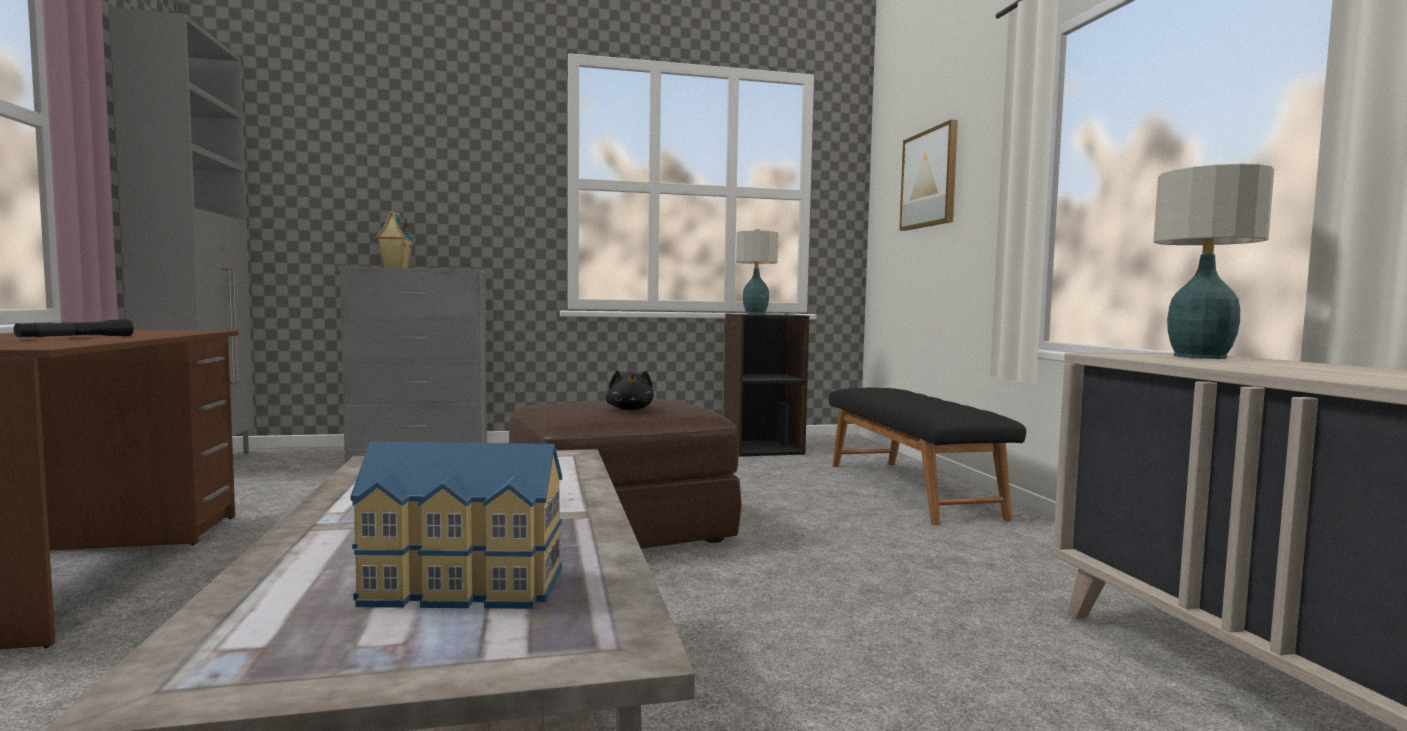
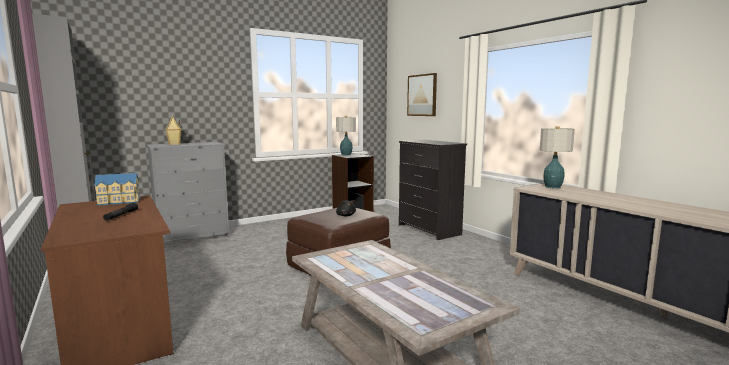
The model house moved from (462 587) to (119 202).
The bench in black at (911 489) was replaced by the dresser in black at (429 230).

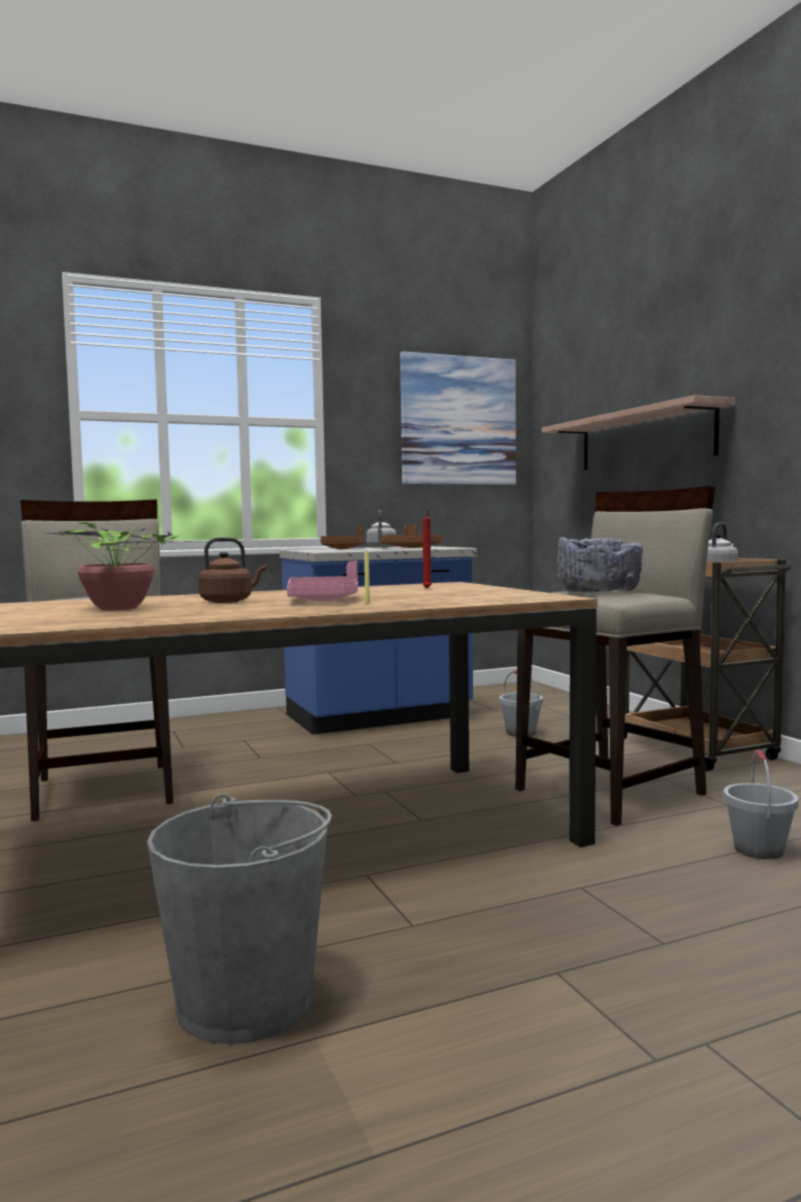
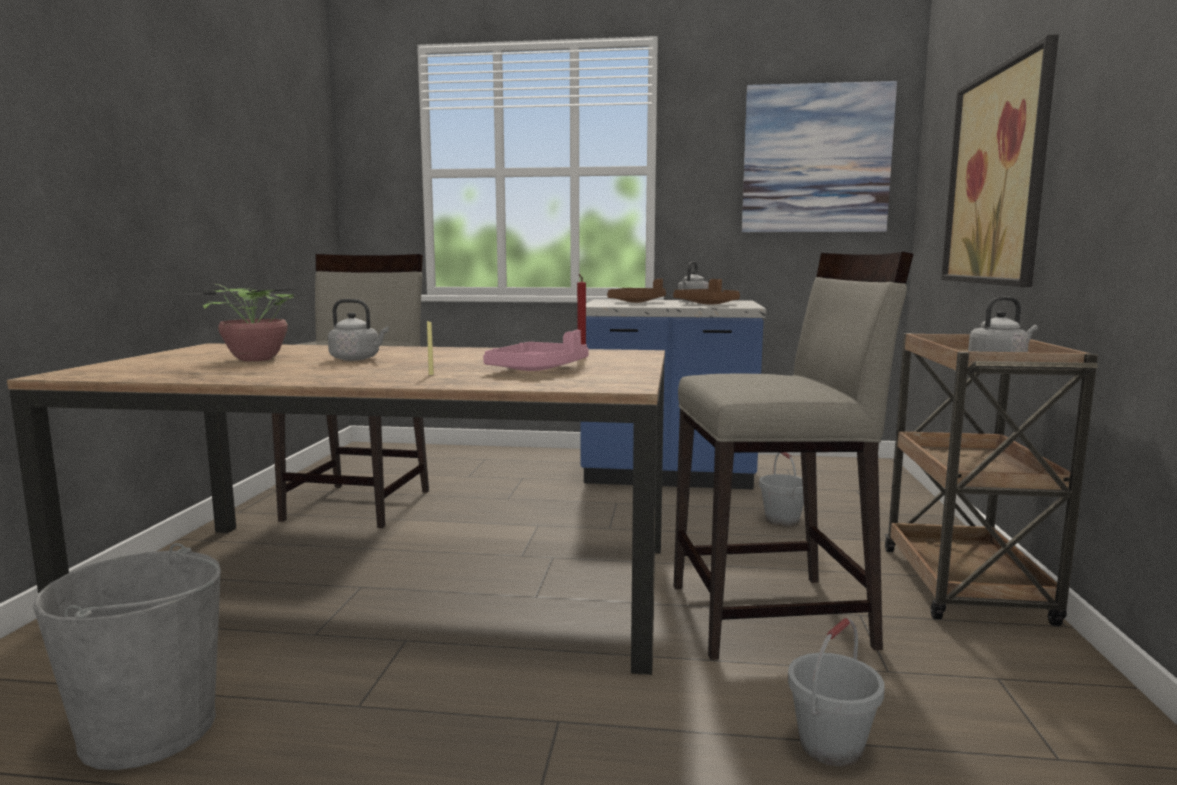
The kettle in brownish at (229 601) became the kettle in gray at (357 359).
The tray in pinkish moved from (323 600) to (538 369).
The shelf at (644 439) was replaced by the picture at (997 177).
The deep dish in gray at (599 591) disappeared.

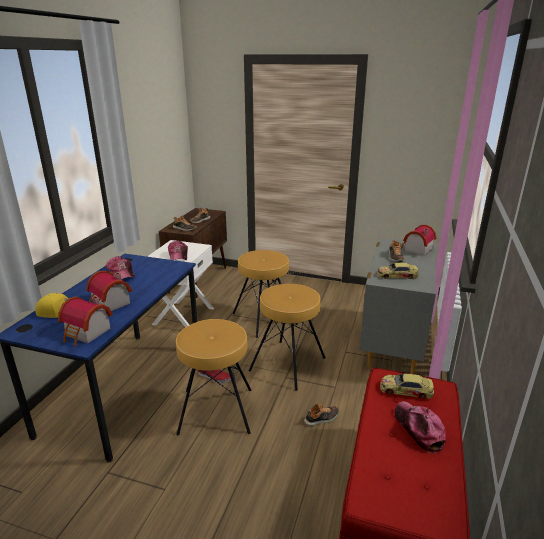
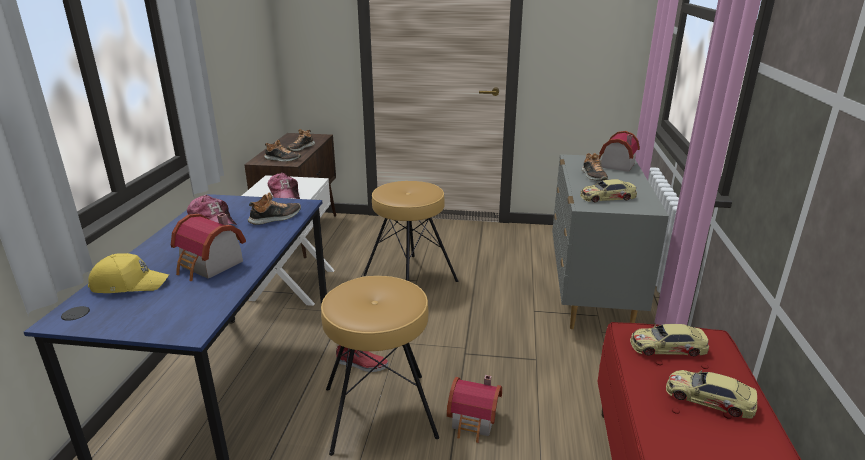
The model house moved from (87 333) to (475 421).
The sitting stool in brownish at (288 364) disappeared.
The low shoe moved from (322 418) to (275 218).
The peaked cap at (418 429) was replaced by the model car at (709 398).

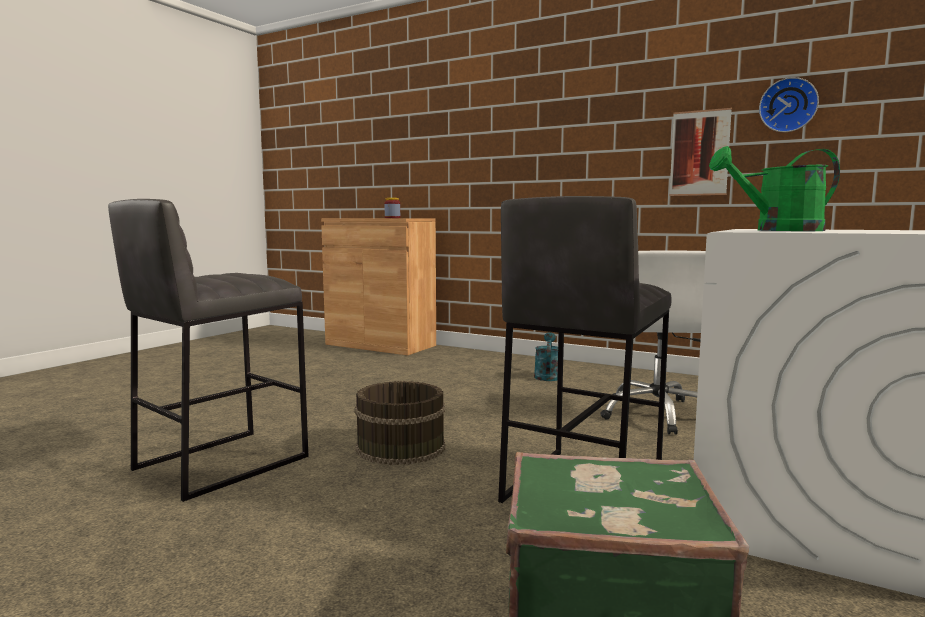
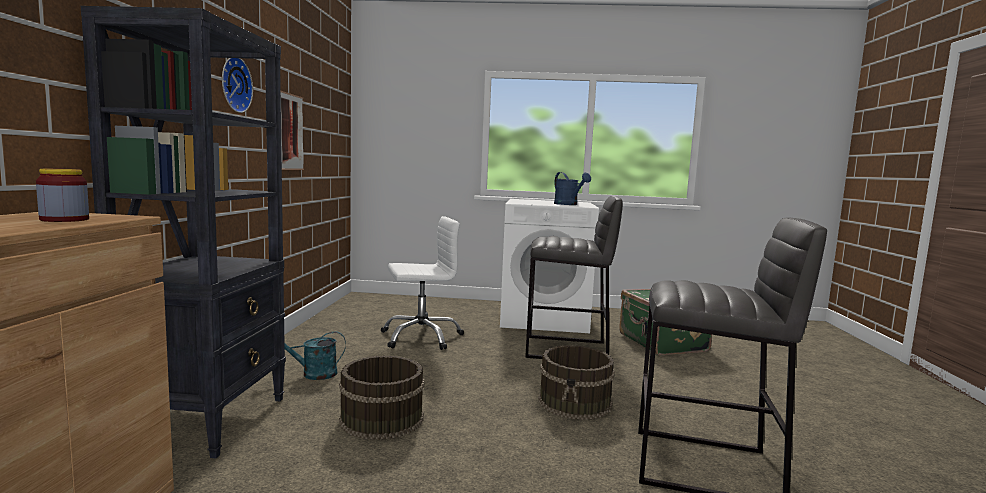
The watering pot in green-coloured at (778 230) became the watering pot in bluish at (568 204).
The hanging clock moved from (788 105) to (233 84).
The bookshelf in black at (209 421) appeared.
The water bucket in brownish at (381 419) appeared.

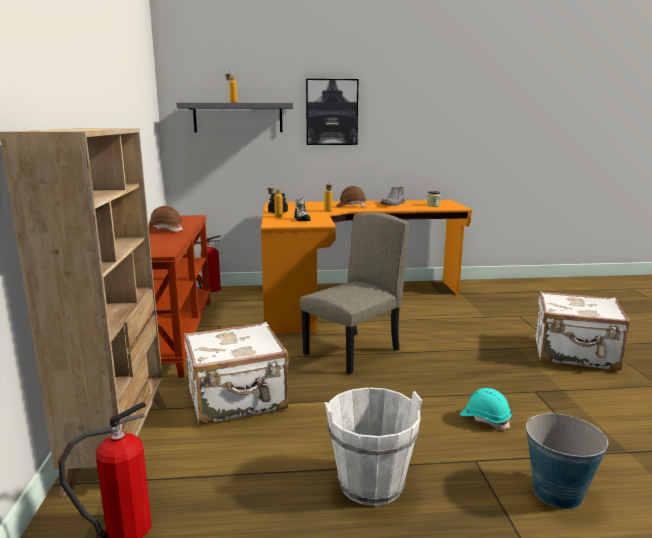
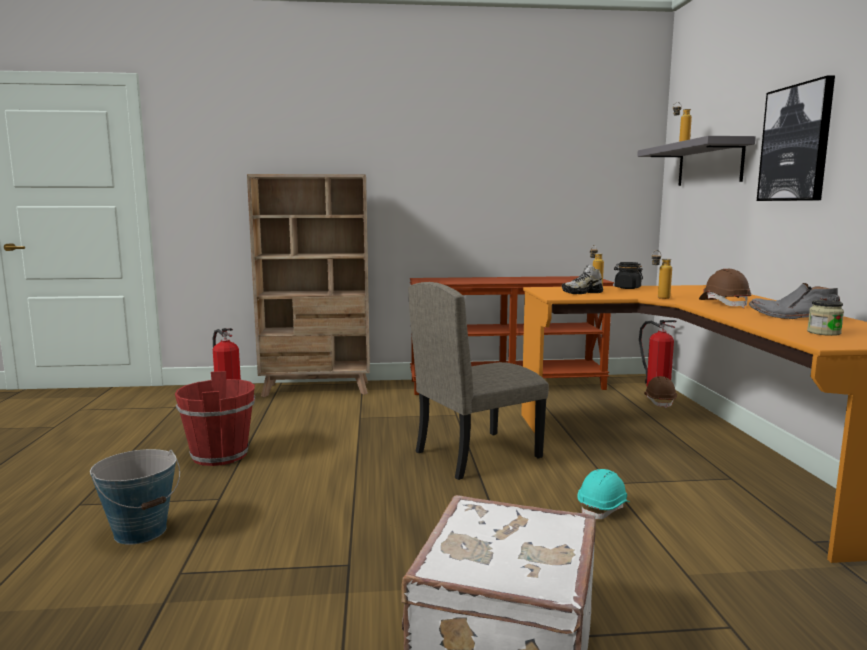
The work helmet in brownish moved from (164 230) to (659 402).
The travel case in white at (238 400) disappeared.
The chair in beige at (352 352) turned 105 degrees clockwise.
The water bucket in white at (371 483) became the water bucket in reddish at (220 455).
The work helmet in blue-green moved from (485 419) to (603 508).

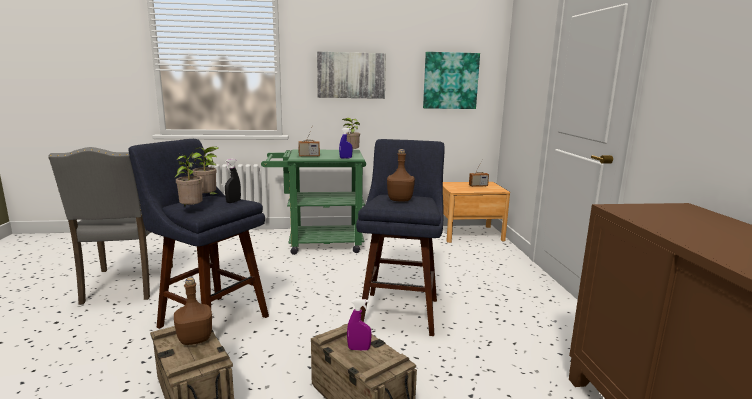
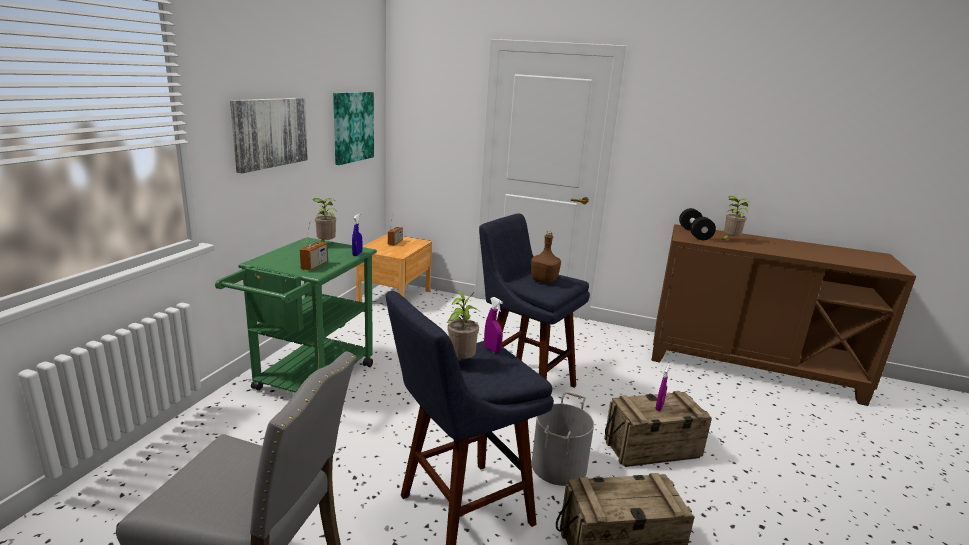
The houseplant moved from (191 210) to (729 240).
The beverage bottle in brownish at (195 339) disappeared.
The sprayer in black at (233 201) became the sprayer in purplish at (492 349).
The water bucket in gray at (559 466) appeared.
The free weight in black at (694 234) appeared.

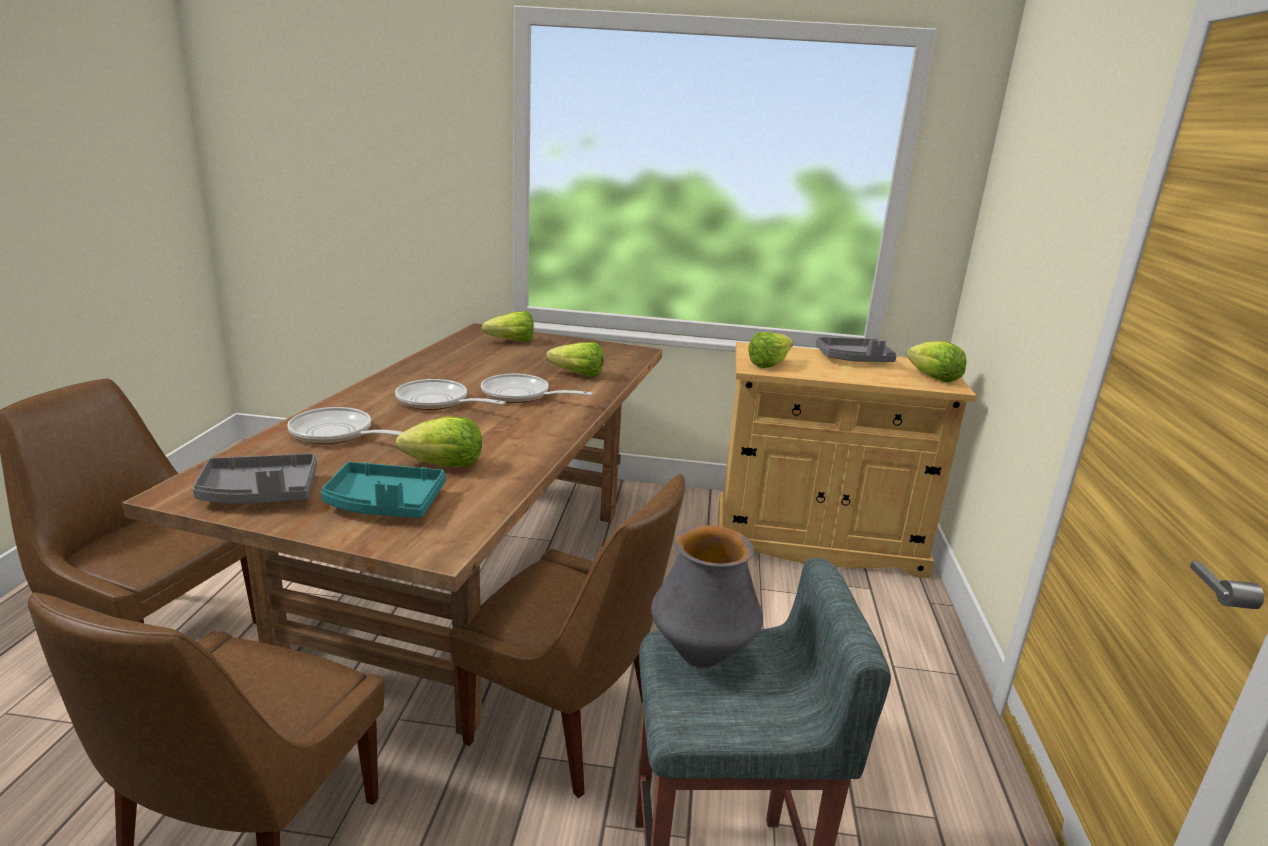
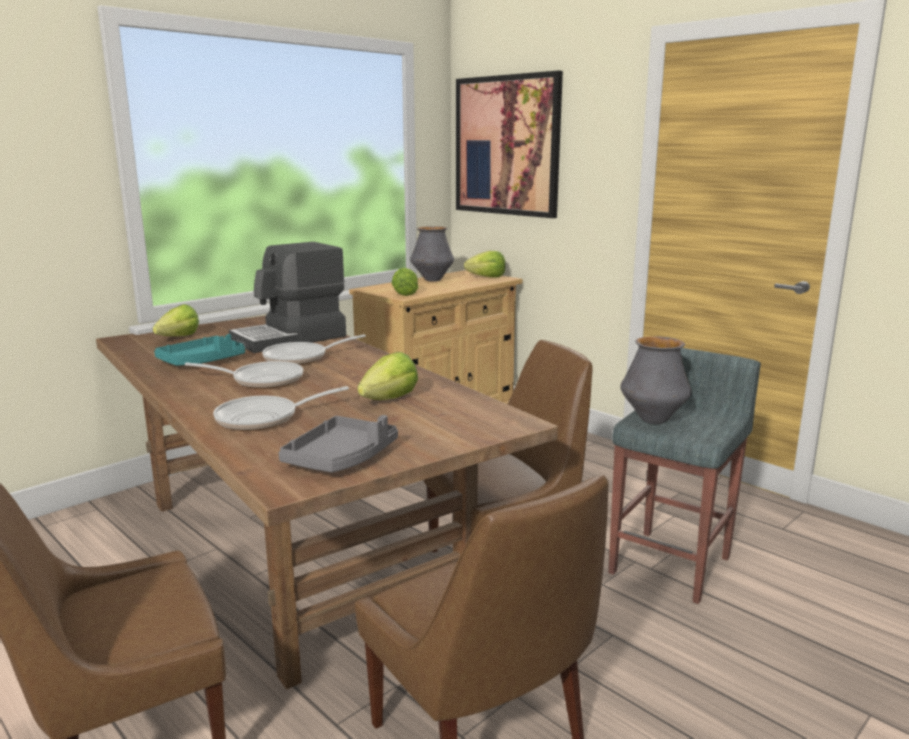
The tray in blue-green moved from (384 504) to (202 362).
The pan at (437 402) turned 150 degrees counterclockwise.
The lettuce head at (574 374) was replaced by the coffee maker at (290 338).
The tray in gray at (854 360) was replaced by the vase at (432 280).
The picture at (507 146) appeared.

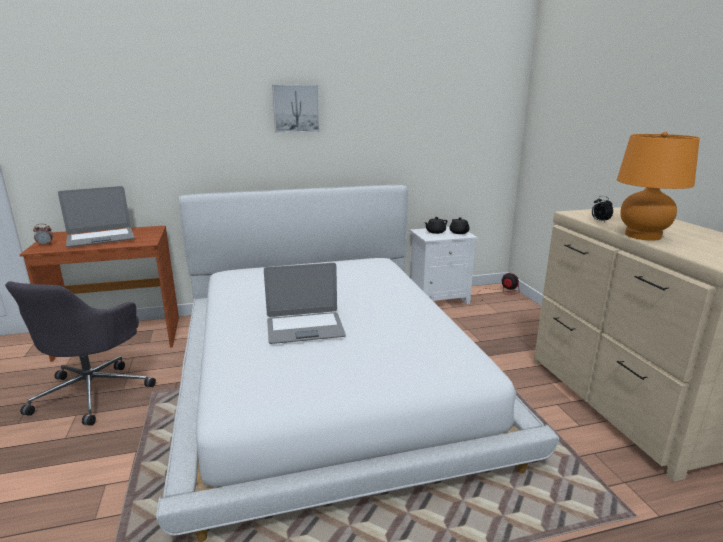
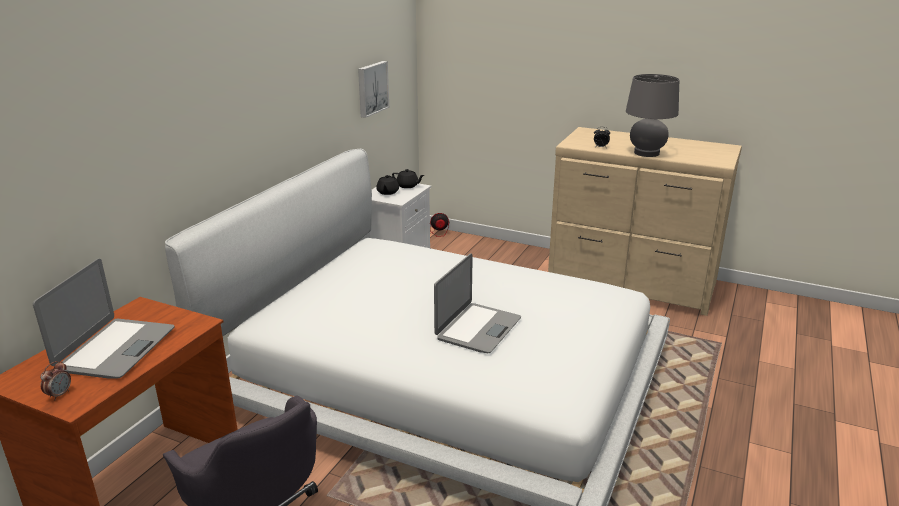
The picture moved from (296 108) to (371 88).
The table lamp in orange-coloured at (642 236) became the table lamp in gray at (646 153).

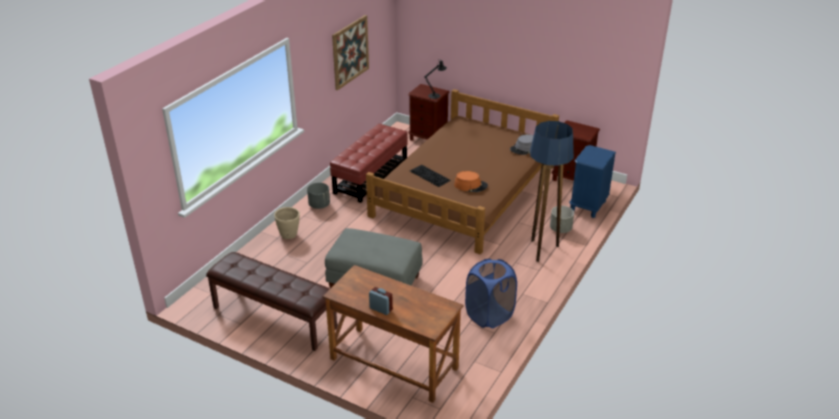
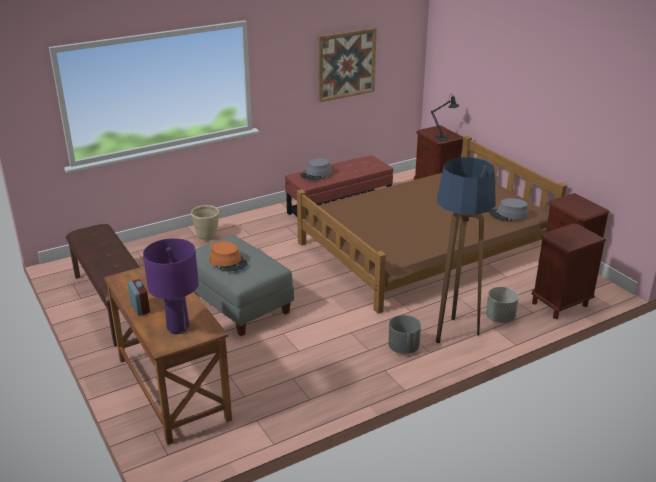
The planter in gray moved from (319 205) to (403 348).
The keyboard at (430 175) disappeared.
The hat in orange-coloured moved from (470 185) to (228 262).
The laundry basket in bluish at (489 315) disappeared.
The night table in bluish at (588 206) became the night table in brownish at (559 304).
The table lamp in purplish at (178 328) appeared.
The hat in gray at (316 174) appeared.

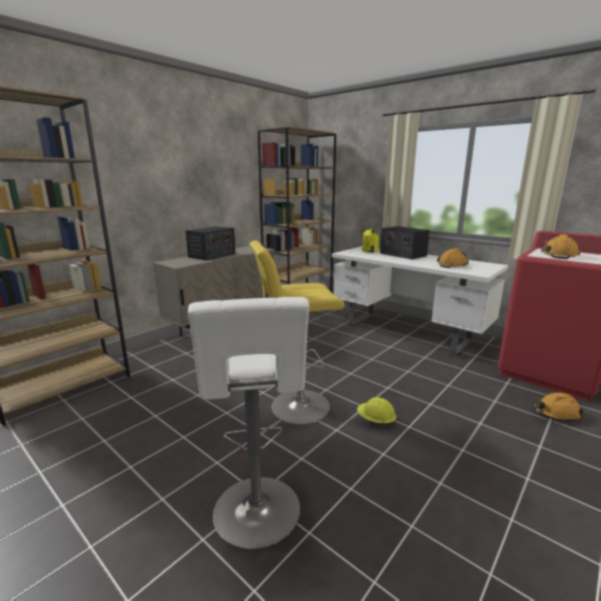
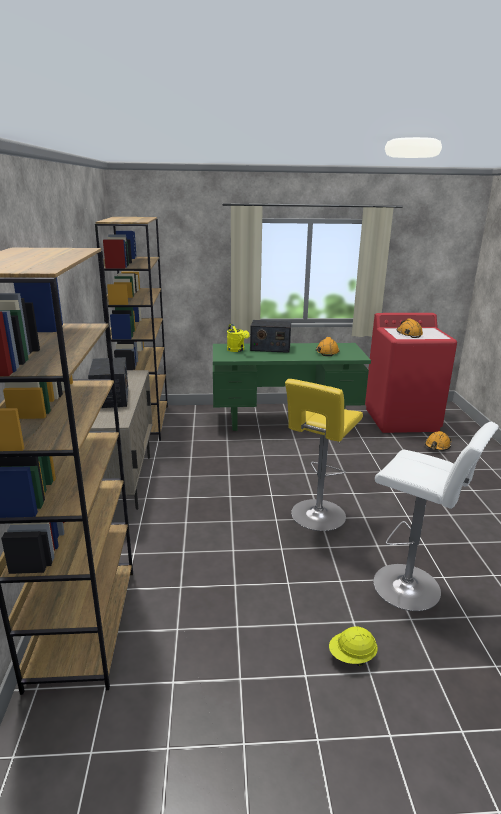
The desk table in white at (407 332) became the desk table in green-coloured at (285 420).
The work helmet in yellow moved from (375 421) to (352 656).

